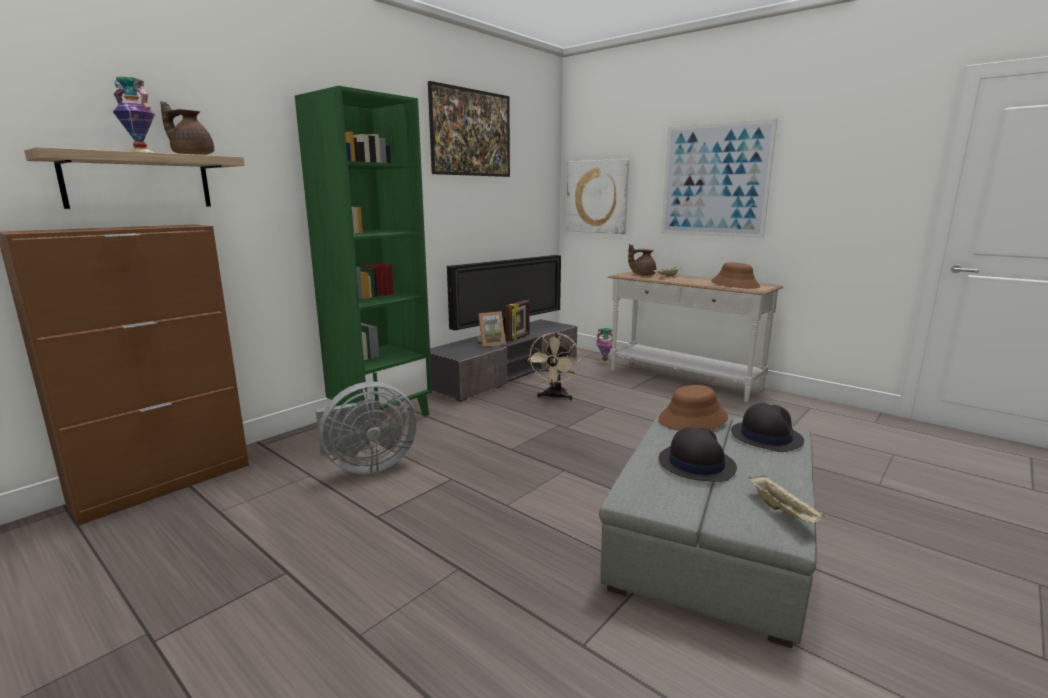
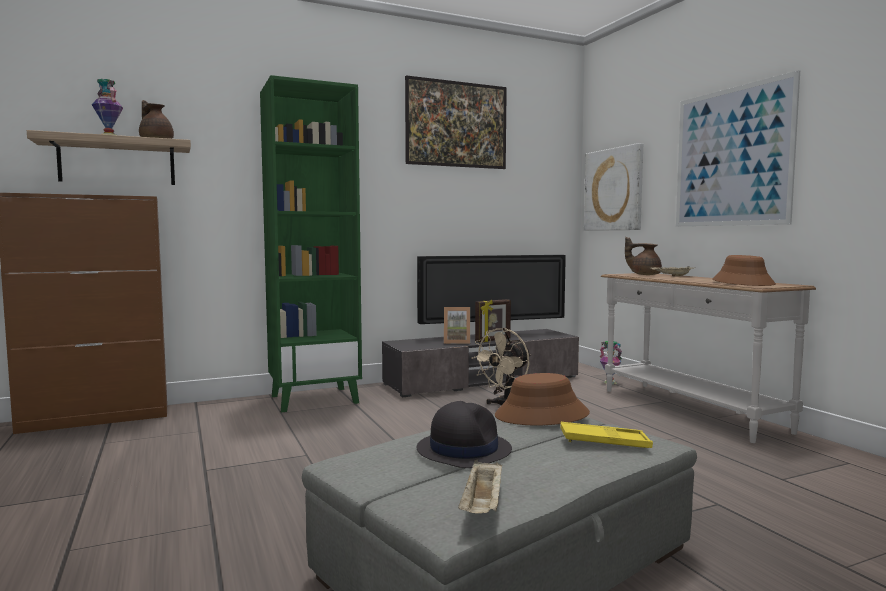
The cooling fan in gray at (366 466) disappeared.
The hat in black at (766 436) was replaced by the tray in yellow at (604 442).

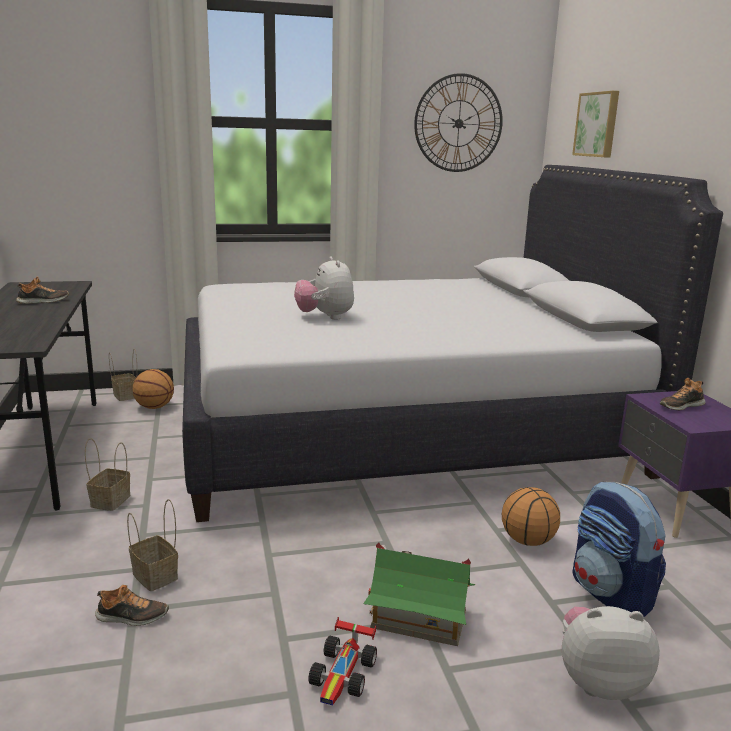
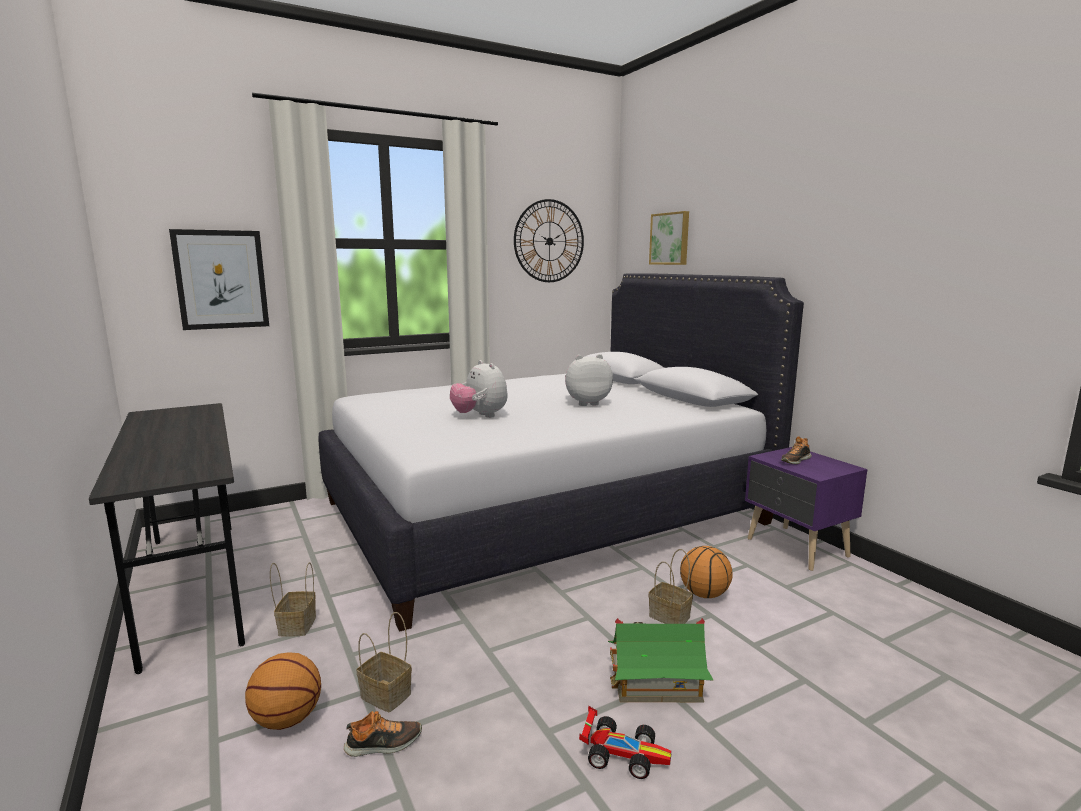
The low shoe at (43 301) disappeared.
The basket moved from (126 396) to (671 616).
The basketball ball moved from (155 407) to (288 719).
The model car at (344 674) turned 75 degrees counterclockwise.
The plush toy moved from (599 681) to (586 403).
The rucksack at (611 594) disappeared.
The picture at (221 279) appeared.

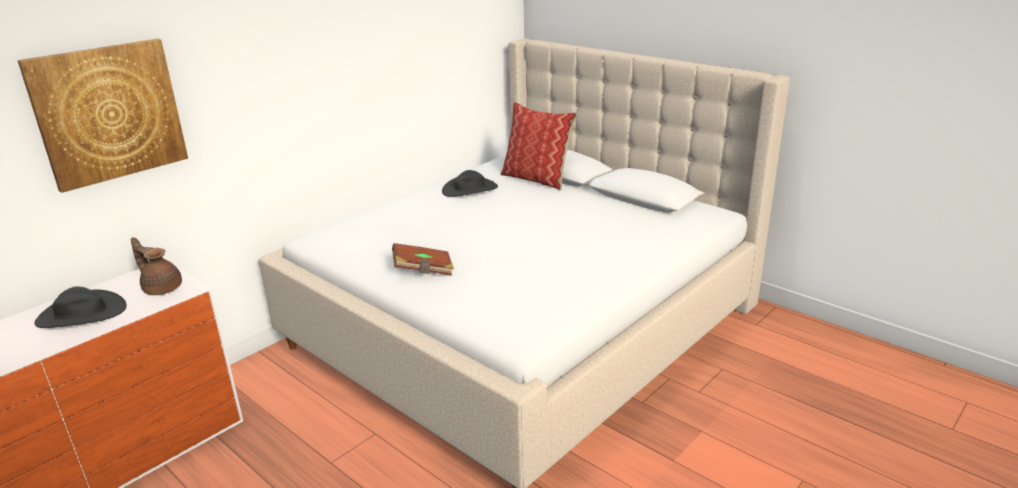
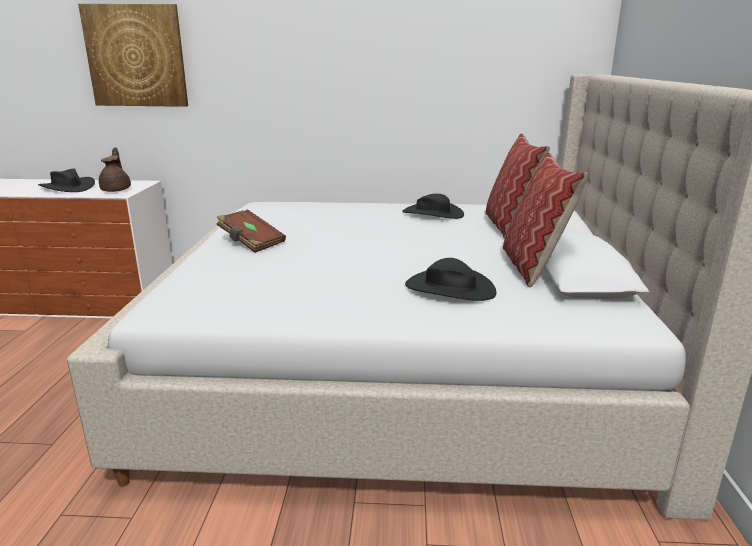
The hat in black at (449 289) appeared.
The cushion at (533 266) appeared.

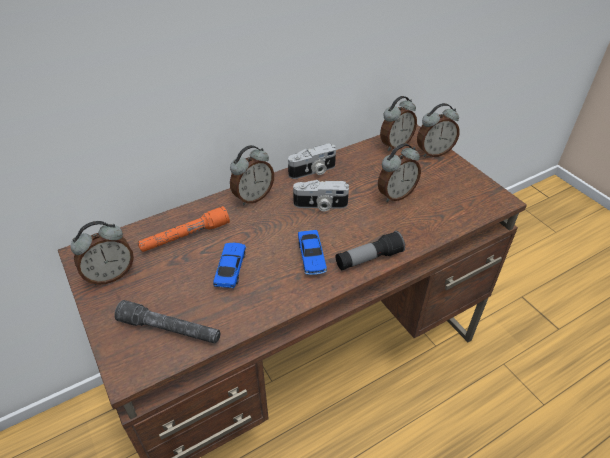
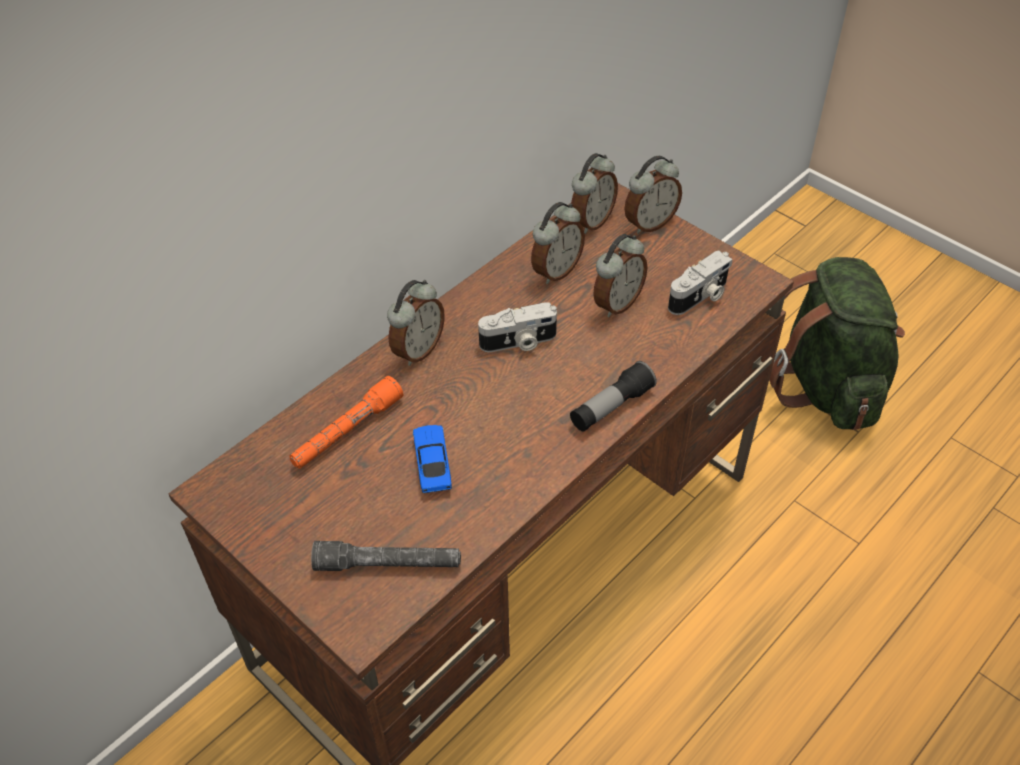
The table clock moved from (110 275) to (556 271).
The photo camera moved from (313 171) to (700 297).
The model car at (311 257) disappeared.
The rucksack in green-coloured at (825 385) appeared.

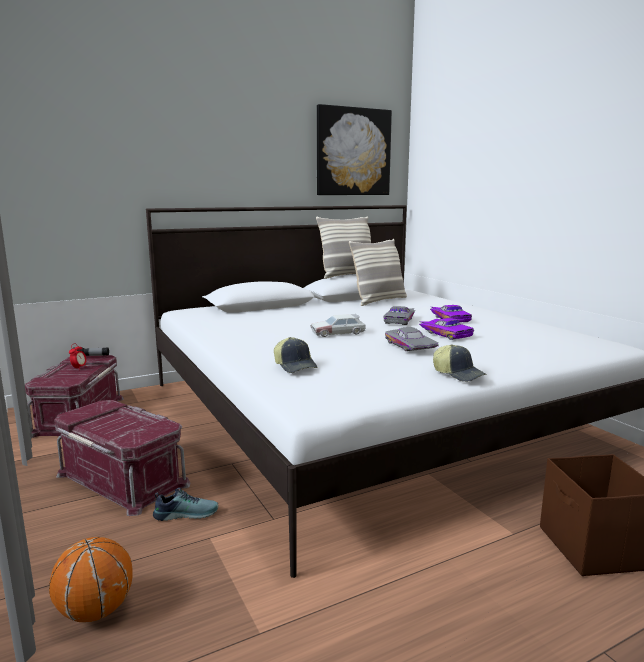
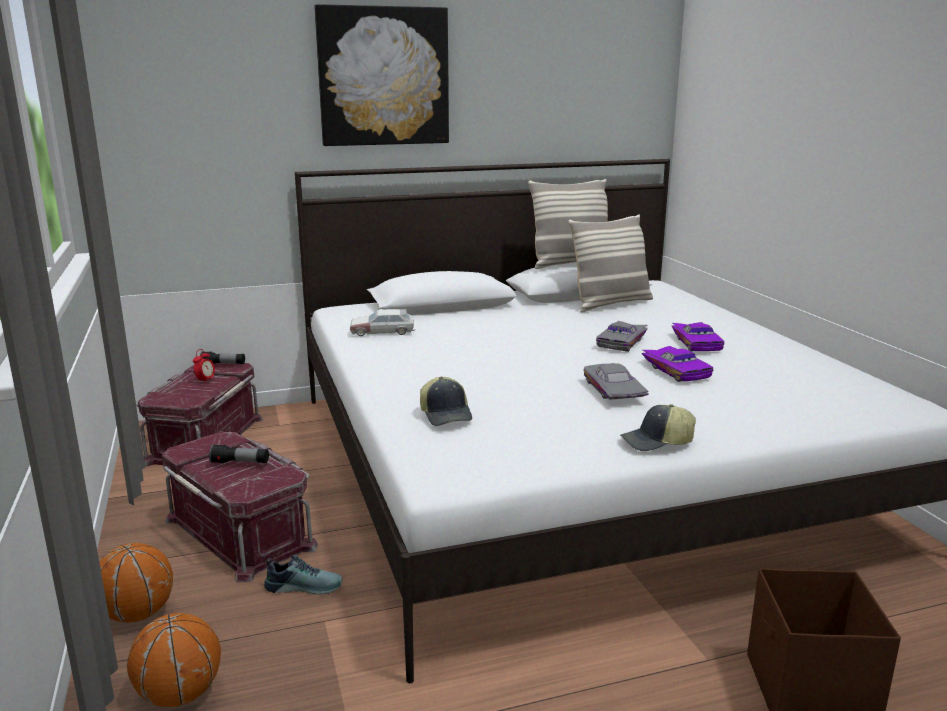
The model car moved from (338 333) to (383 331).
The picture moved from (353 152) to (383 77).
The peaked cap at (458 374) turned 105 degrees clockwise.
The basketball ball at (137 614) appeared.
The hand torch at (240 463) appeared.

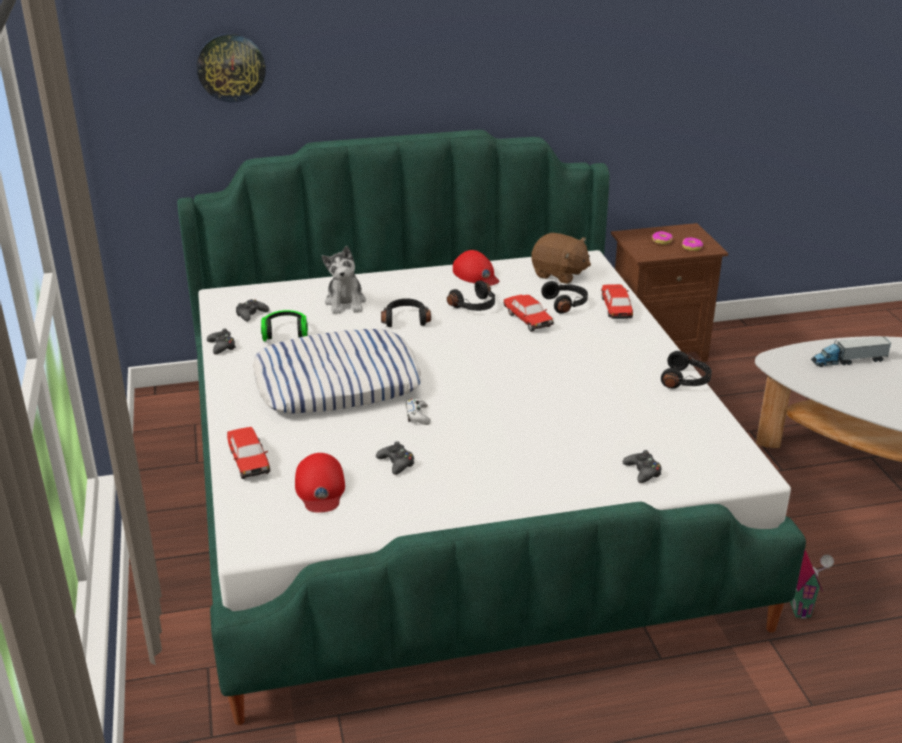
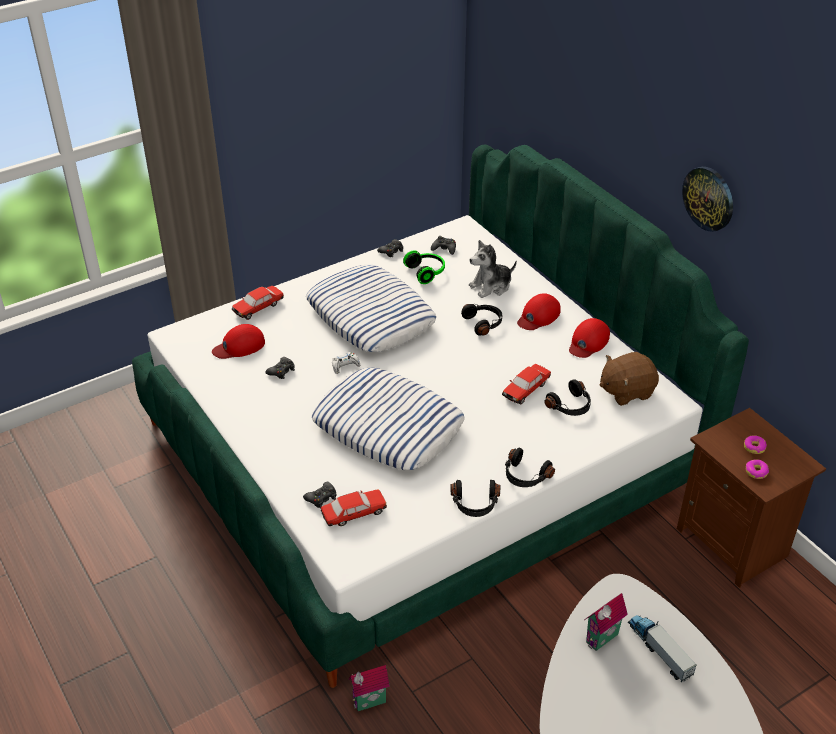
The hanging clock moved from (231 67) to (709 198).
The headphones in black moved from (475 306) to (525 476).
The plush toy in brownish at (559 274) turned 60 degrees clockwise.
The model car moved from (616 309) to (354 513).
The cushion at (388 426) appeared.
The peaked cap in reddish at (538 316) appeared.
The model house at (603 640) appeared.

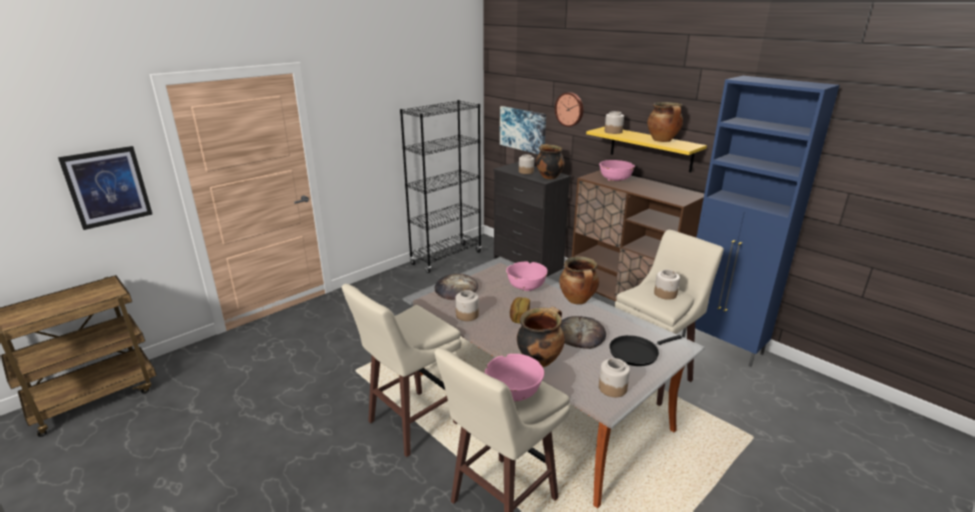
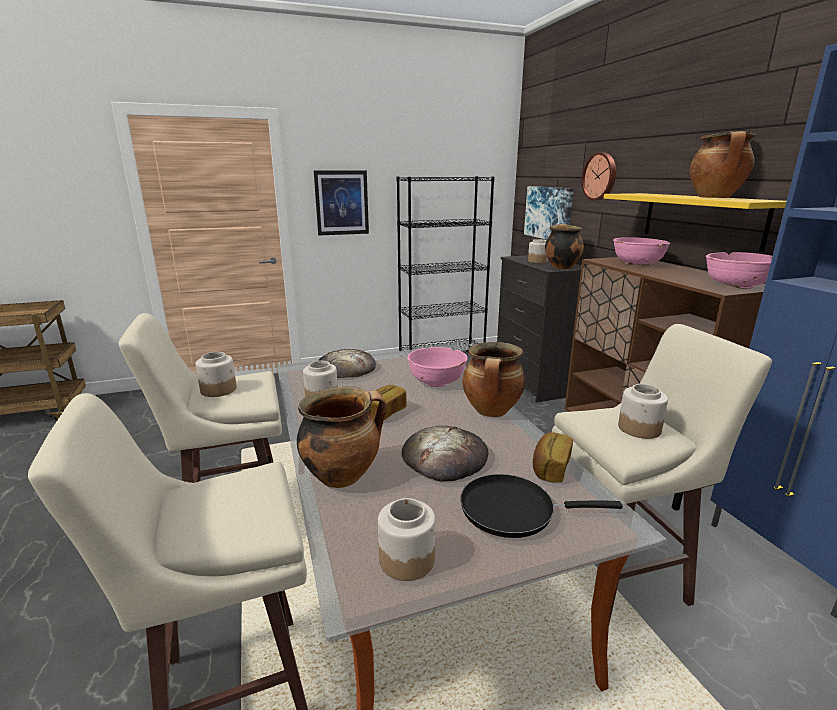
The picture moved from (107 187) to (341 203).
The deep dish in pinkish moved from (513 392) to (736 286).
The storage jar moved from (613 132) to (219 390).
The bread at (550 468) appeared.

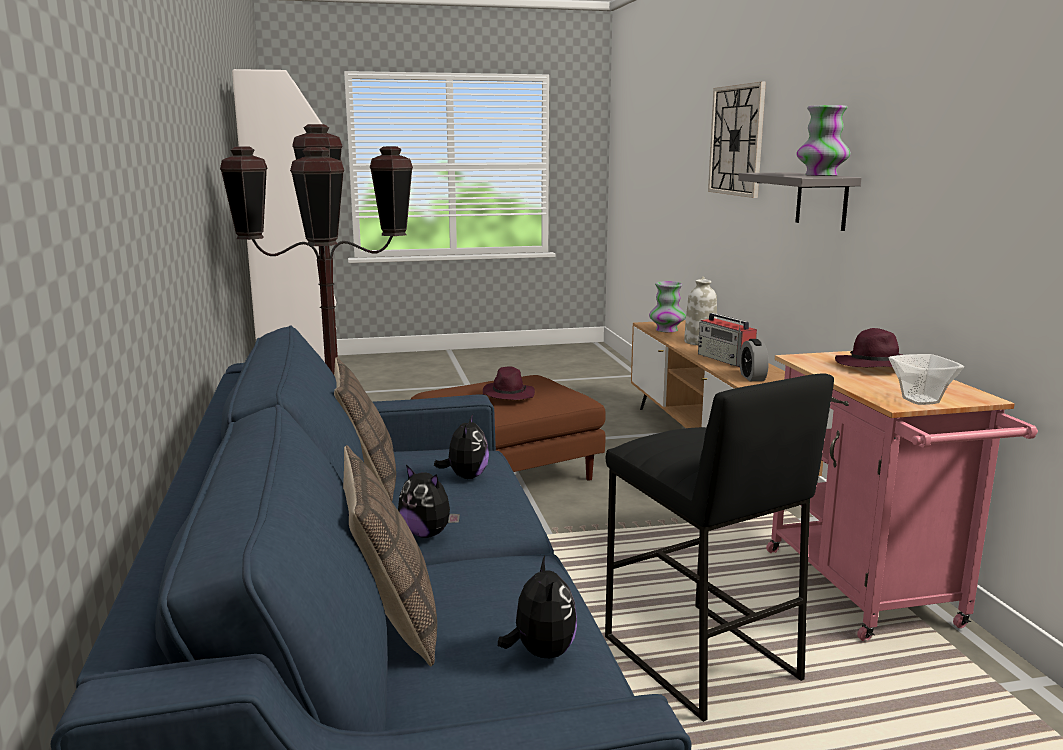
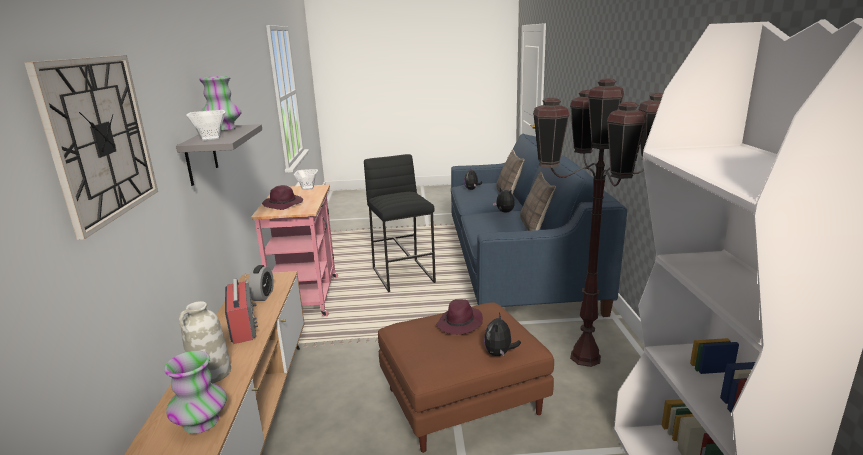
The plush toy moved from (466 477) to (499 353).
The deep dish at (210 138) appeared.

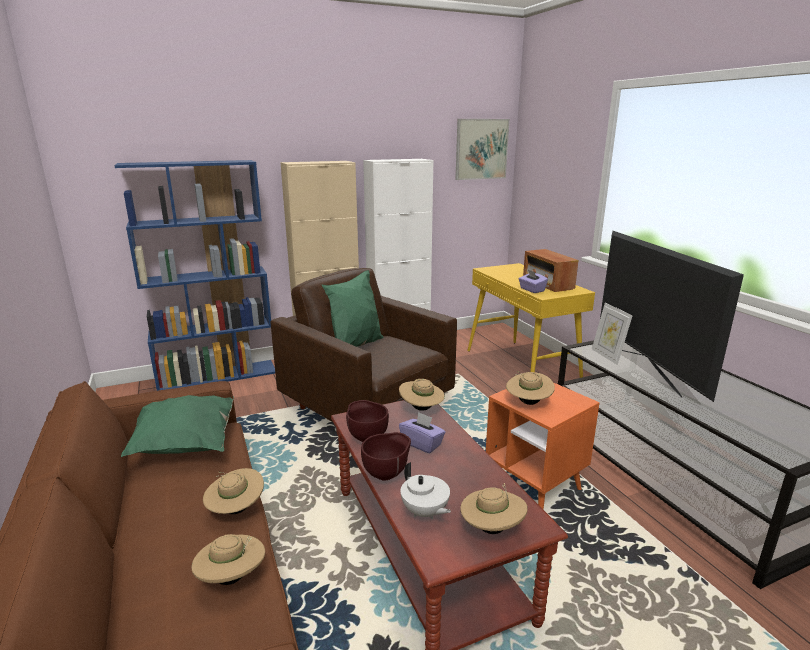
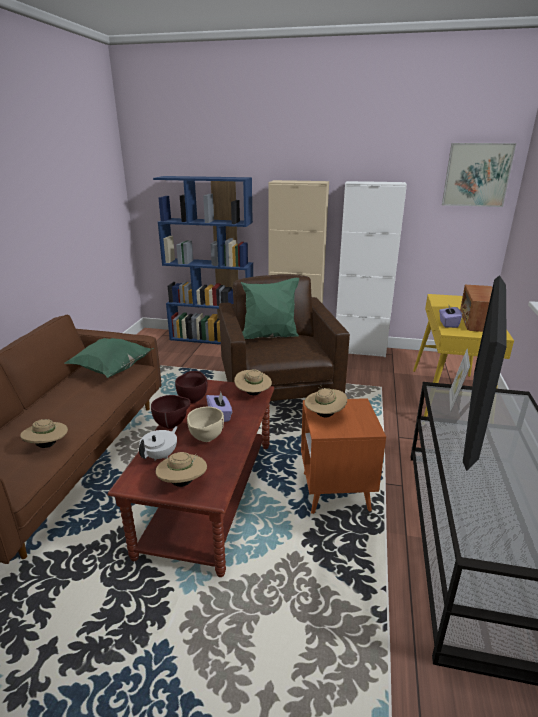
The hat in beige at (236 509) disappeared.
The pot for tea in white at (425 512) turned 150 degrees counterclockwise.
The deep dish in beige at (206 439) appeared.

